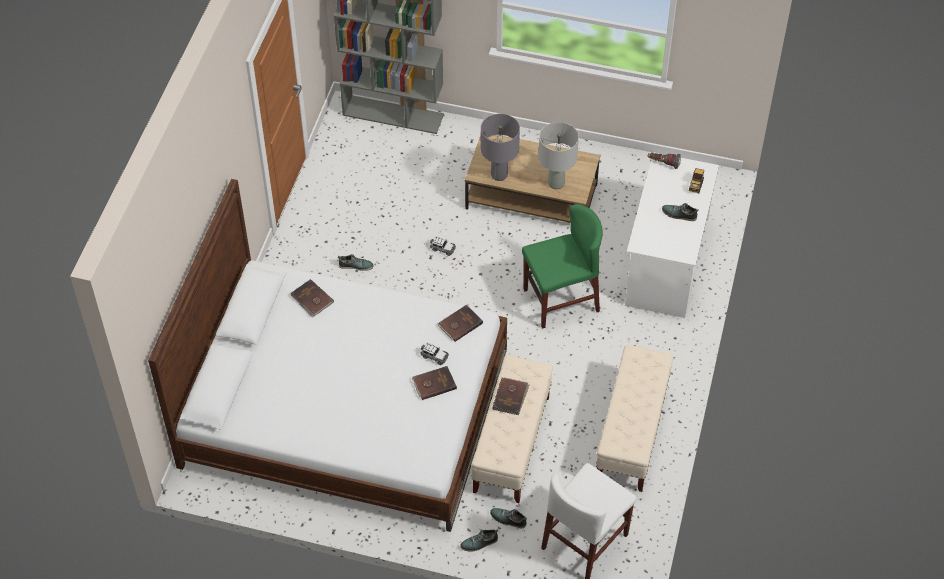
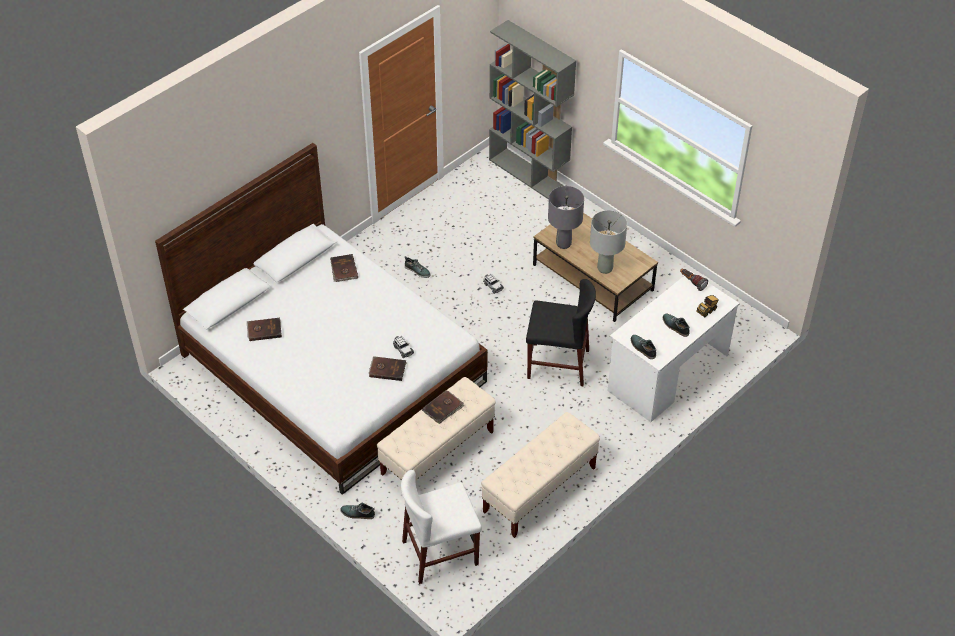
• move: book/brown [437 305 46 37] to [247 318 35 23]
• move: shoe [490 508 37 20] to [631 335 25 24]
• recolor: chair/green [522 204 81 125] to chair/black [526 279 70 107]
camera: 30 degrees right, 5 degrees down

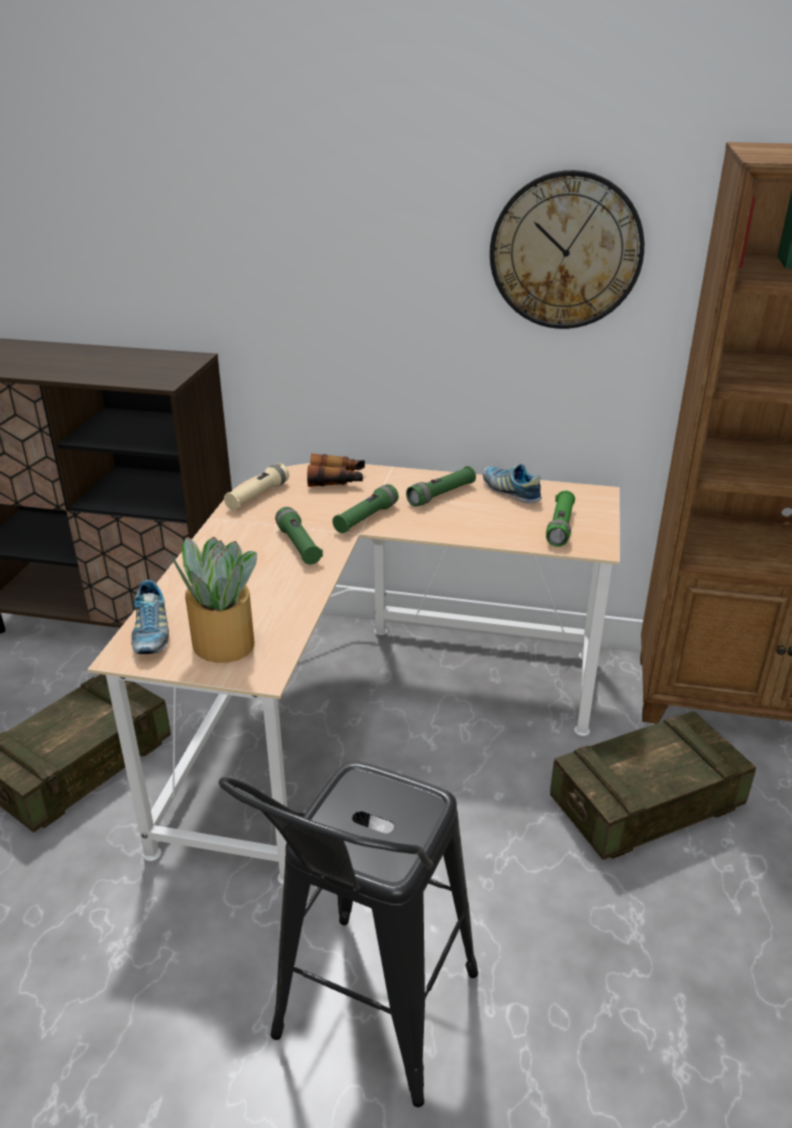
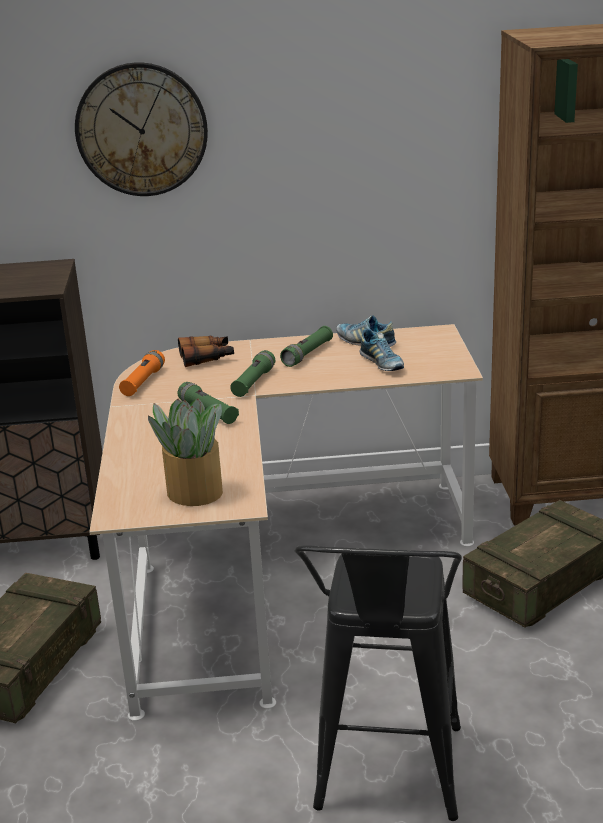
• move: shoe [131 580 38 74] to [360 329 44 42]
• recolor: flashlight/beige [224 463 65 47] to flashlight/orange [119 350 46 46]
• move: wall clock [490 170 154 159] to [75 63 133 133]
• delete: flashlight/green [546 491 29 56]
camera: 15 degrees left, 5 degrees down

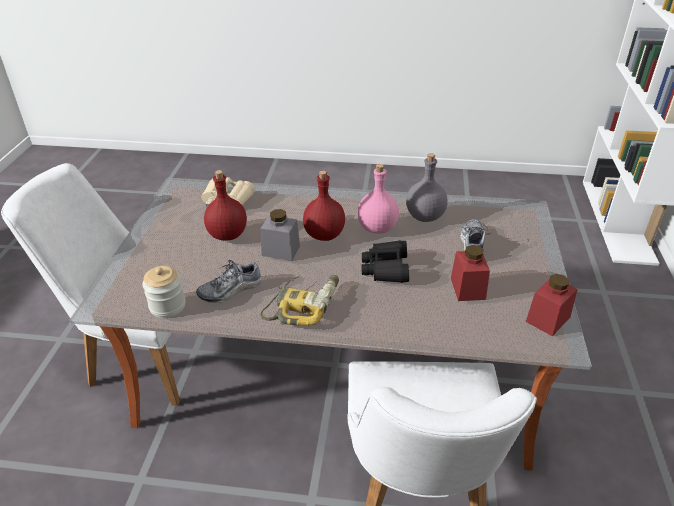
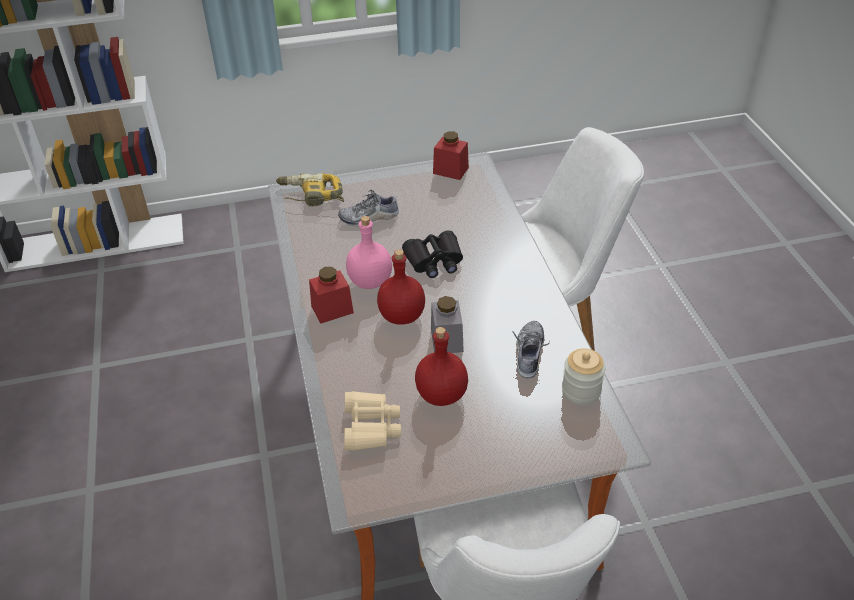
• rotate: shoe [196 260 66 43] = [512 321 38 57] 120 degrees counterclockwise
• move: power drill [261 275 78 51] to [276 173 68 33]
• delete: bottle/grey [406 153 42 69]
• move: jar/red [451 245 39 56] to [309 267 45 57]
camera: 110 degrees left, 5 degrees up

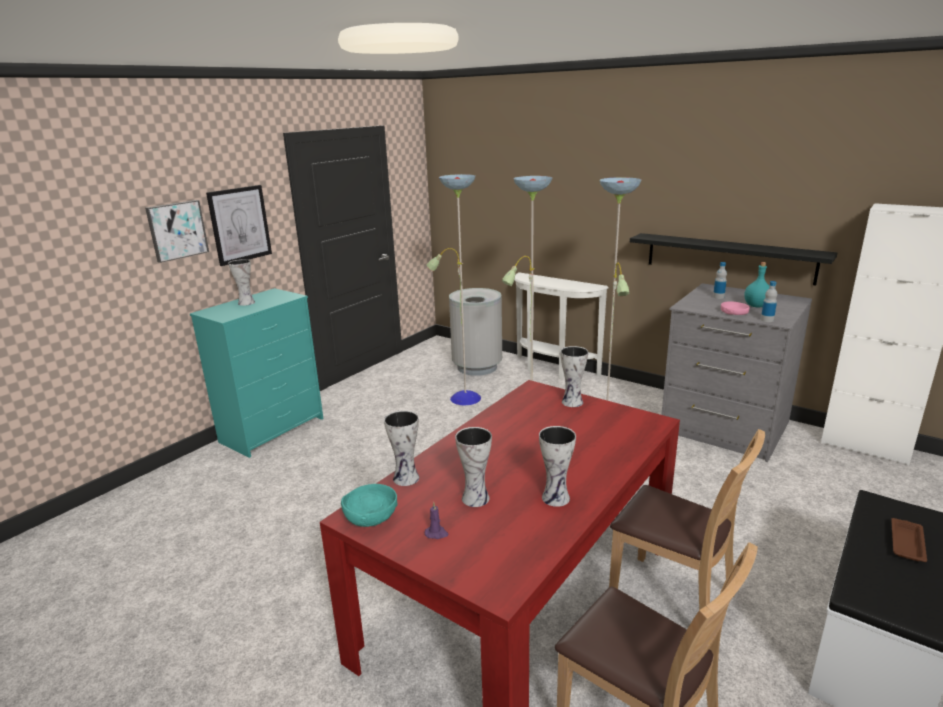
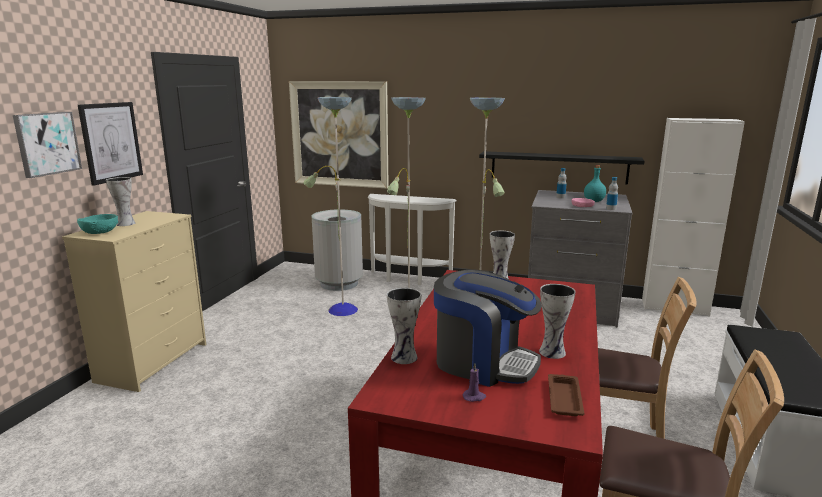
• recolor: dresser/turquoise [190 288 134 170] to dresser/beige [62 211 144 181]
• move: bowl/turquoise [341 484 56 43] to [77 214 41 20]
• replace: vase [455 427 37 80] to coffee machine [434 270 108 117]
• move: tray/brown [891 518 36 44] to [548 374 36 42]
• insert: picture [289 81 100 108]
camera: 20 degrees left, 5 degrees down

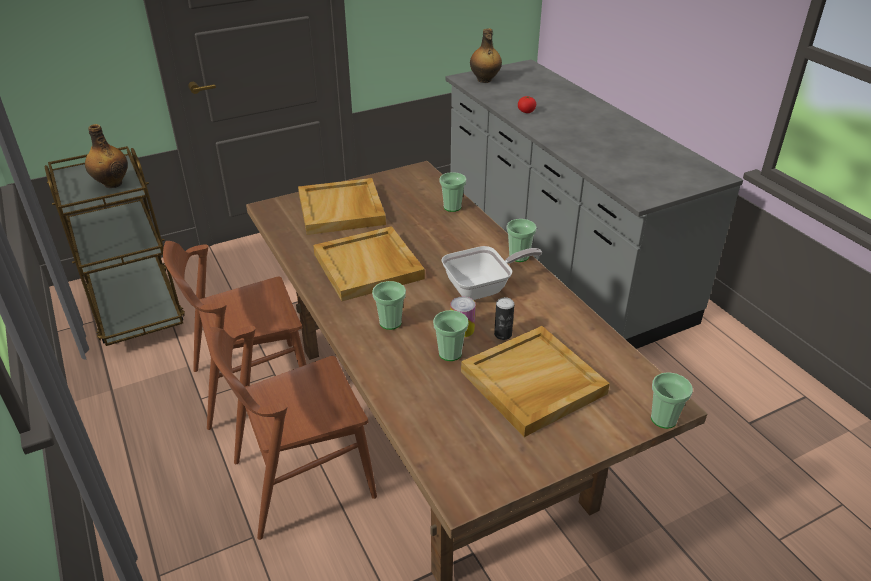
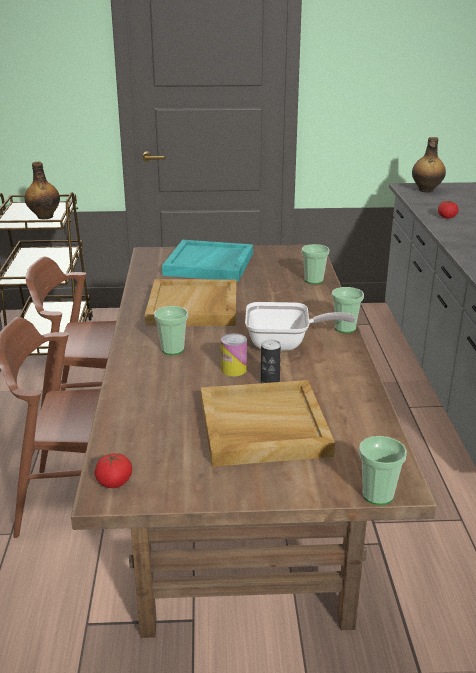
• recolor: tray/beige [298 178 88 57] to tray/turquoise [162 240 91 42]
• delete: cup [433 310 36 51]
• insert: tomato [94 453 38 35]
camera: 25 degrees right, 10 degrees down

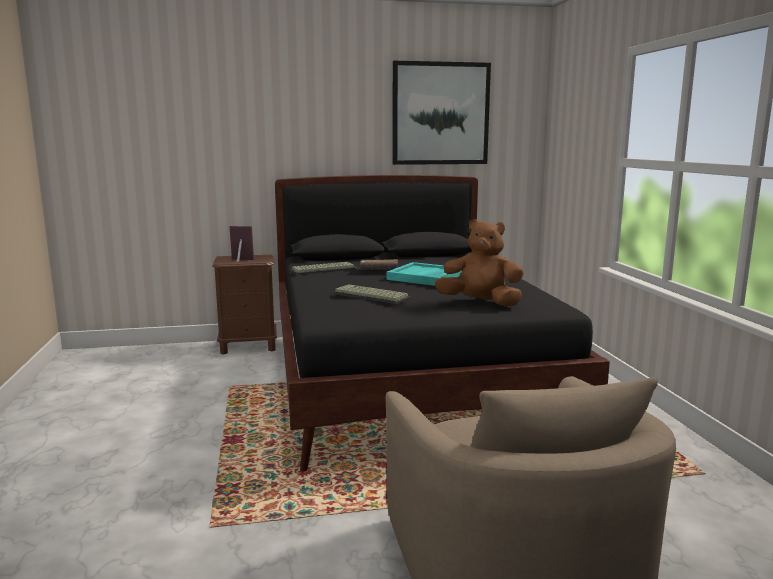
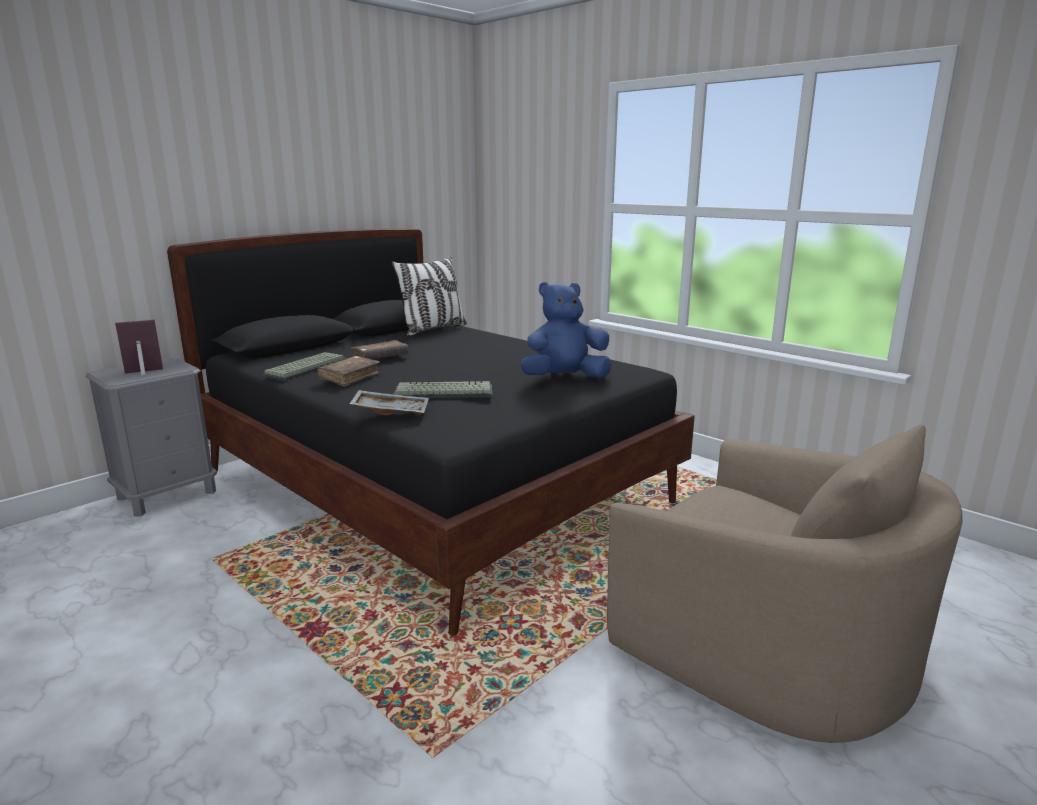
• recolor: nightstand/brown [212 255 65 99] to nightstand/grey [85 357 132 159]
• delete: tray/turquoise [386 262 76 24]
• delete: picture [392 61 99 104]
• recolor: plush toy/brown [435 219 89 88] to plush toy/blue [521 282 91 96]
• insert: book/brown [317 356 63 31]
• insert: tray/grey [350 390 79 25]
• insert: pillow [392 257 75 79]
camera: 35 degrees left, 5 degrees up

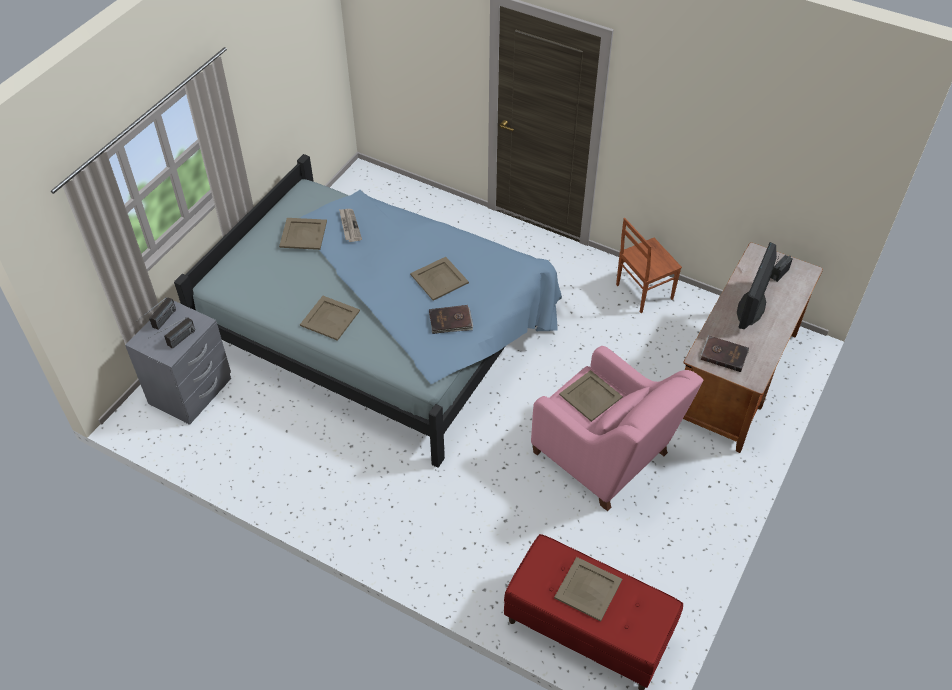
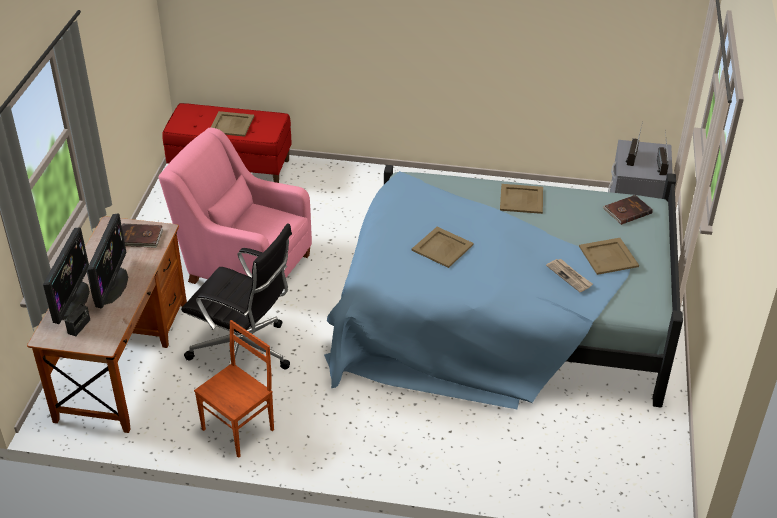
• move: book/brown [429 305 44 29] to [603 195 50 30]
• delete: tray/beige [559 370 64 52]
• insert: monitor [43 228 47 96]
• insert: office chair/black [181 223 111 146]
camera: 160 degrees right, 10 degrees down

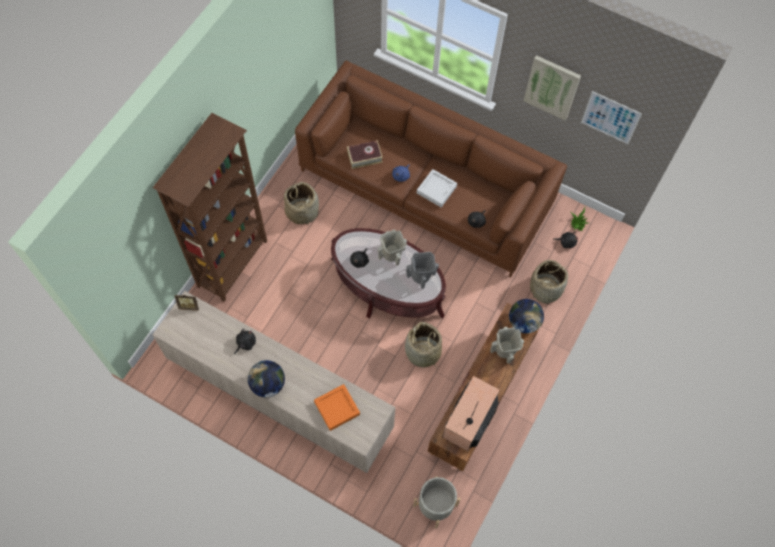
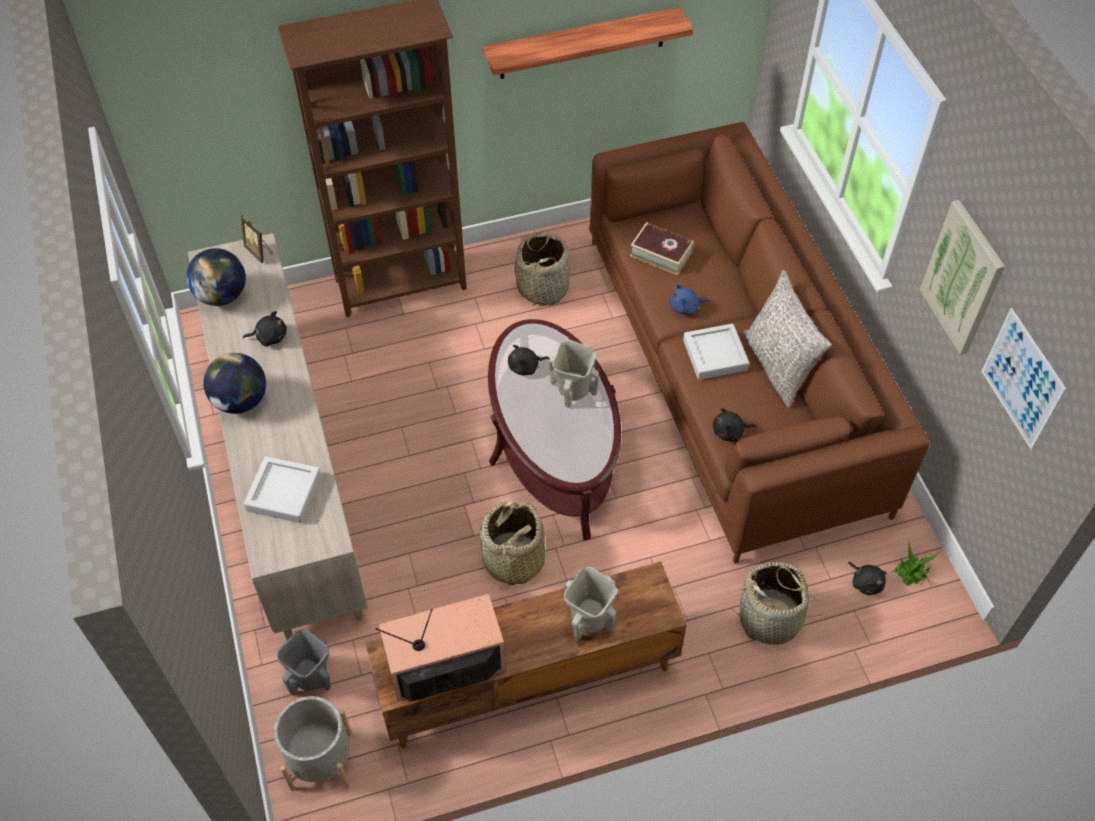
• recolor: tray/orange [314 384 46 47] to tray/grey [244 456 77 67]
• move: vase/grey [406 252 33 37] to [277 629 54 67]
• move: globe [509 299 35 34] to [186 248 60 58]
• insert: shelf [483 7 210 72]
• insert: pillow/grey [744 270 88 138]
camera: 45 degrees right, 10 degrees down

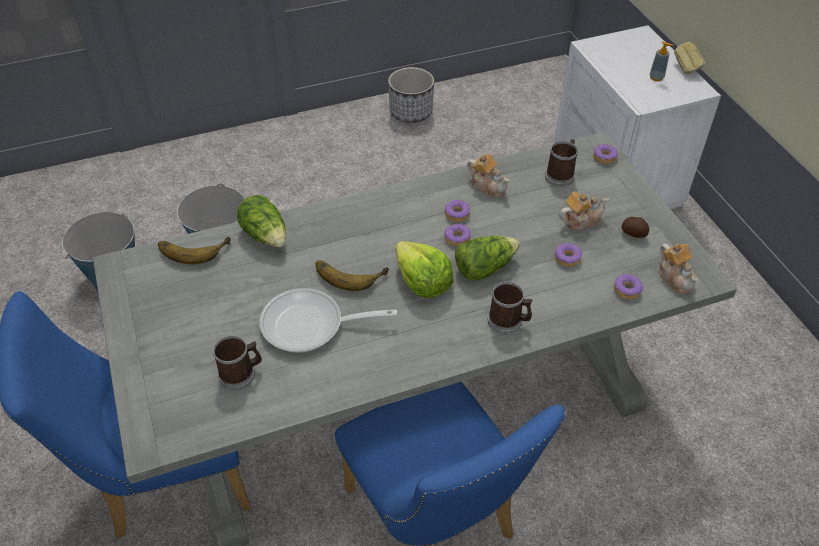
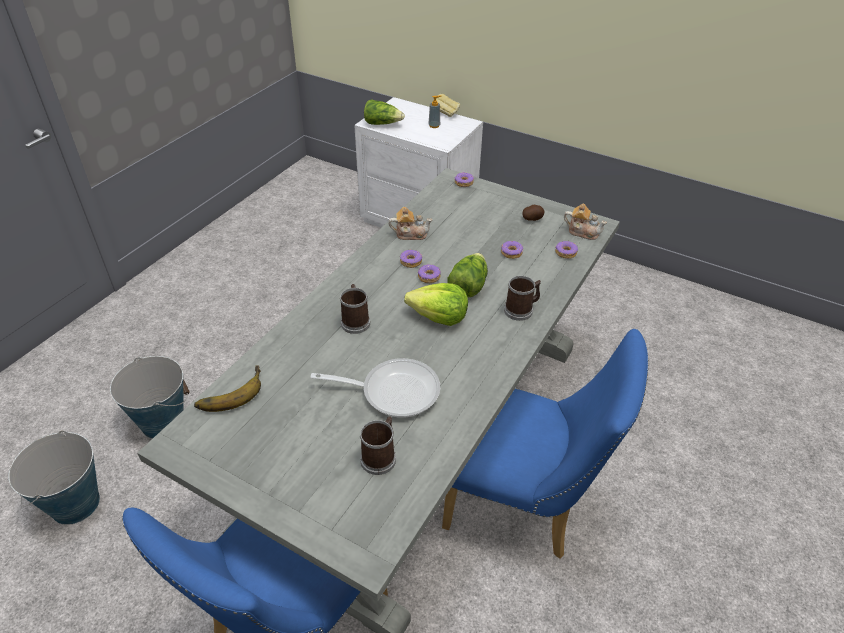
• move: lettuce [237 195 49 52] to [364 100 41 25]
• rotate: frying pan [259 288 138 65] = [310 358 130 60] 135 degrees counterclockwise
• delete: banana [316 260 73 31]
• delete: planter [388 67 46 56]
• move: mug [545 139 33 48] to [340 284 30 50]
• delete: teapot [559 191 50 39]
camera: 40 degrees left, 5 degrees down

